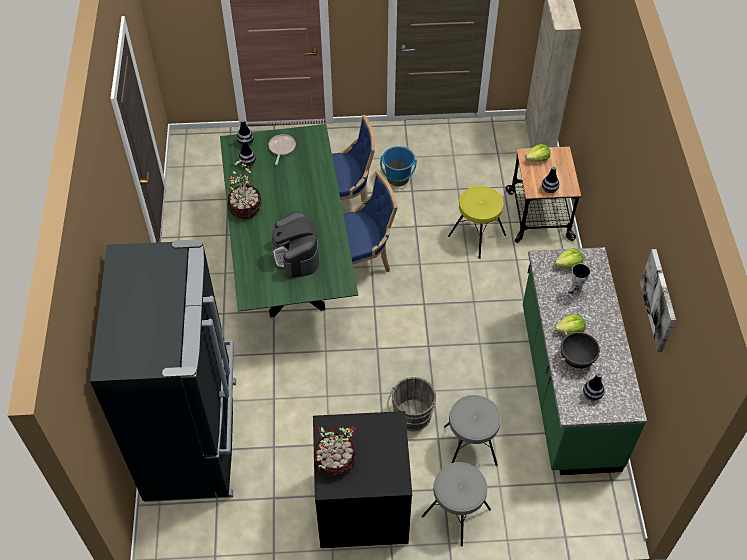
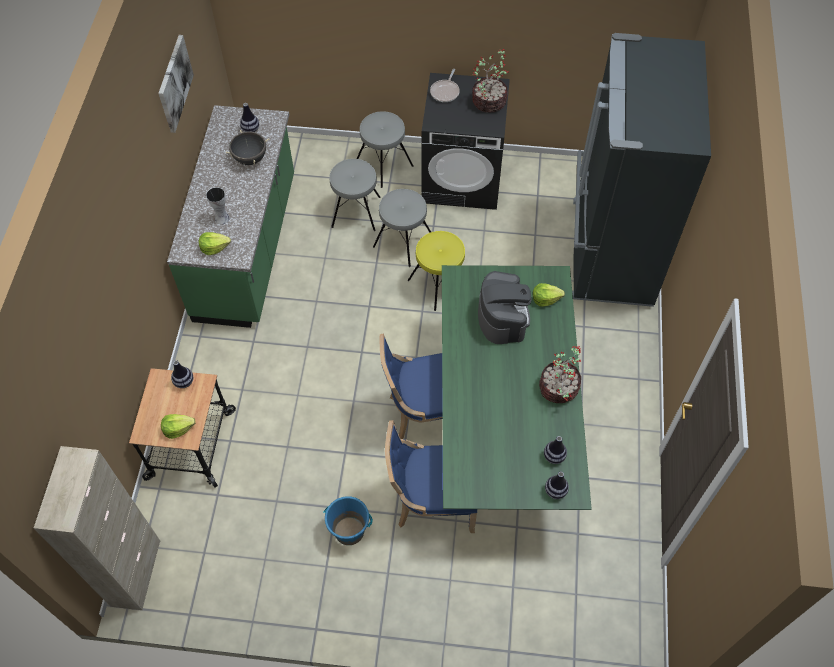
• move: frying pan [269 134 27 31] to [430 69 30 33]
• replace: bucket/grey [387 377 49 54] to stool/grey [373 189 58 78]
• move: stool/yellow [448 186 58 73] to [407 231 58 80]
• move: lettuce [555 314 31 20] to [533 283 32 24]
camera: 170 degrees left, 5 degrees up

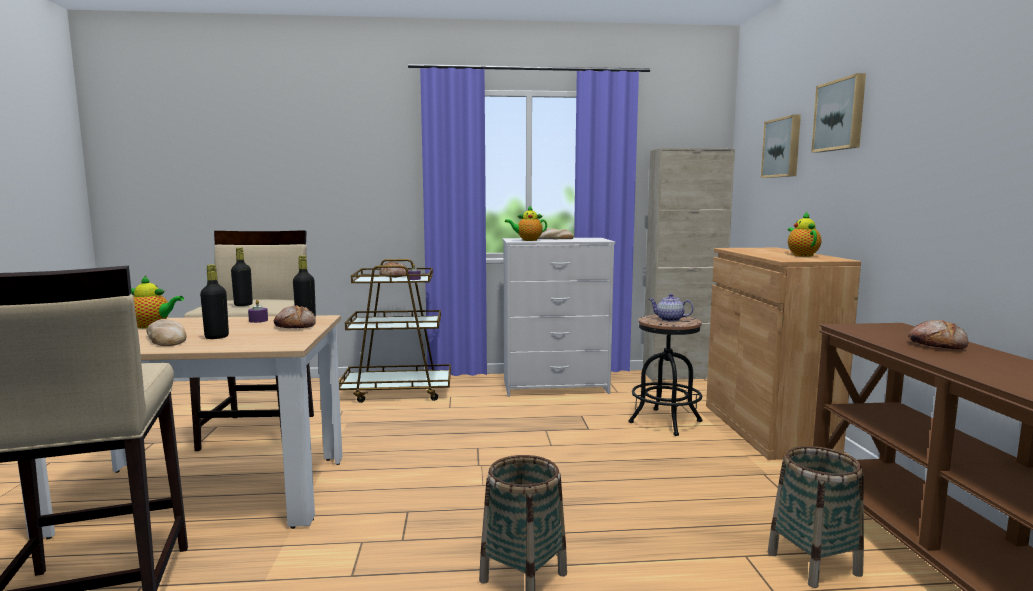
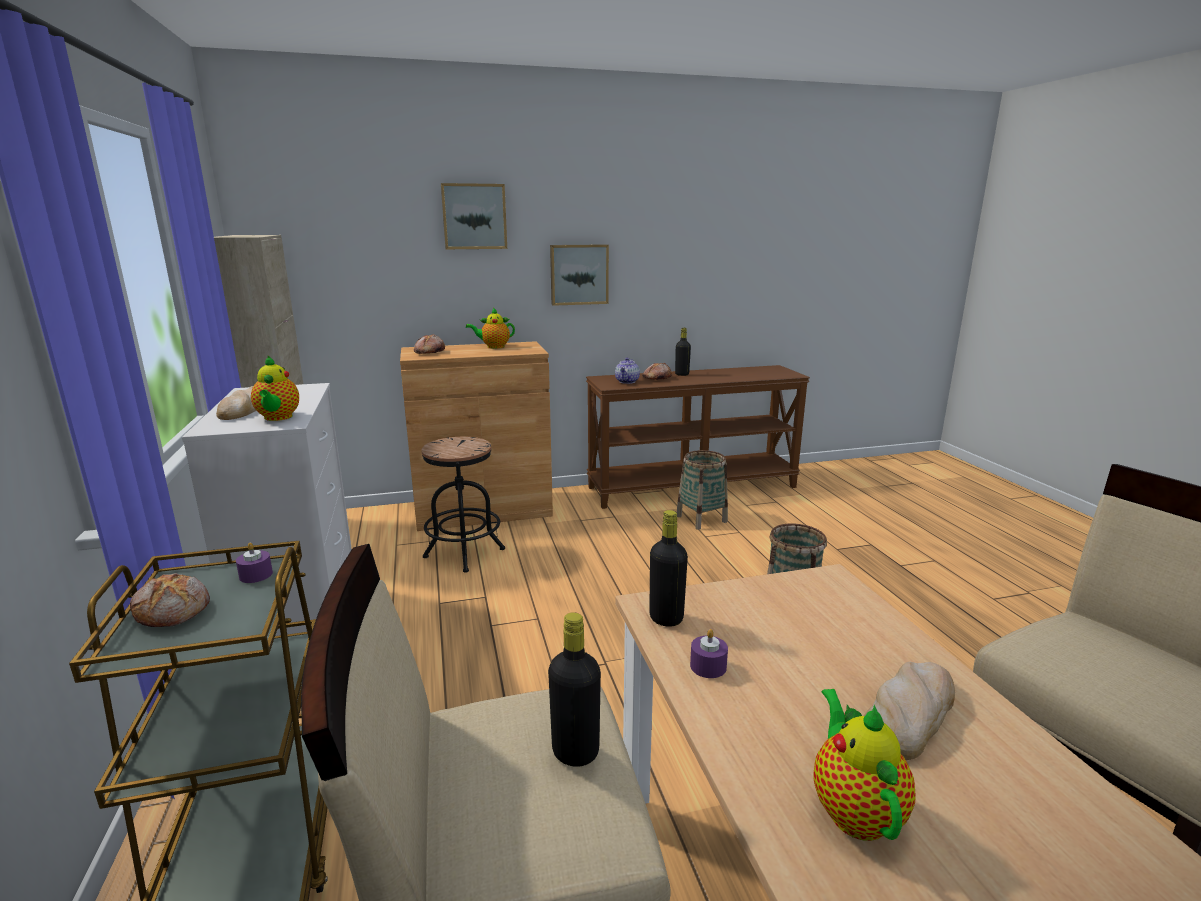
• move: bottle/black [200 264 29 75] to [675 328 16 48]
• move: bread [274 305 42 23] to [414 334 31 20]
• move: teapot [649 294 45 28] to [615 358 25 26]
• move: picture [761 114 40 64] to [550 244 59 62]
camera: 100 degrees left, 10 degrees up

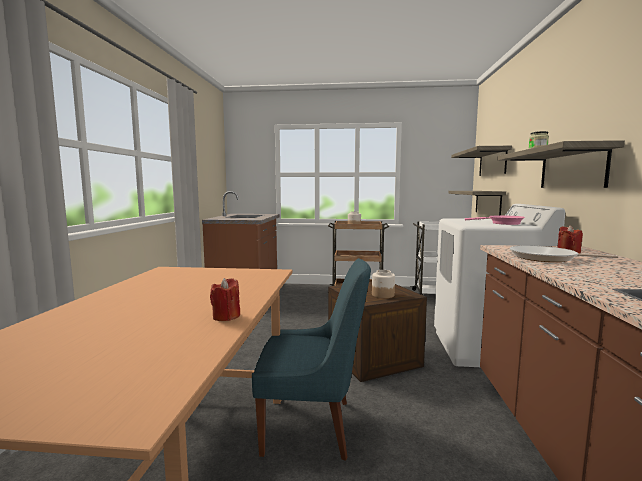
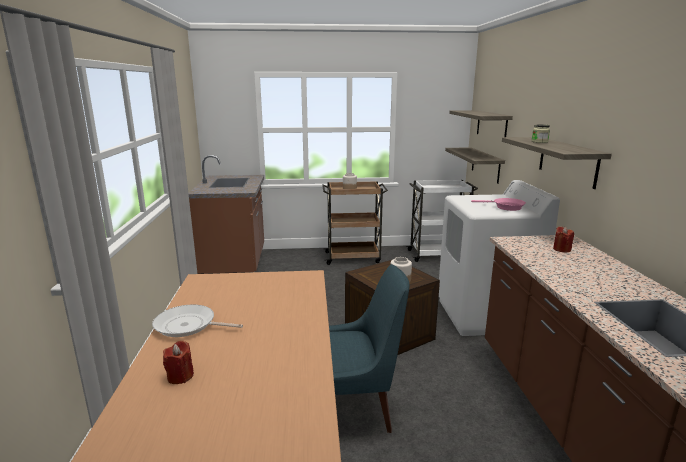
• move: candle/red [210 278 30 43] to [163 341 31 43]
• move: frying pan [510 245 108 17] to [152 304 91 33]
camera: 10 degrees left, 10 degrees up

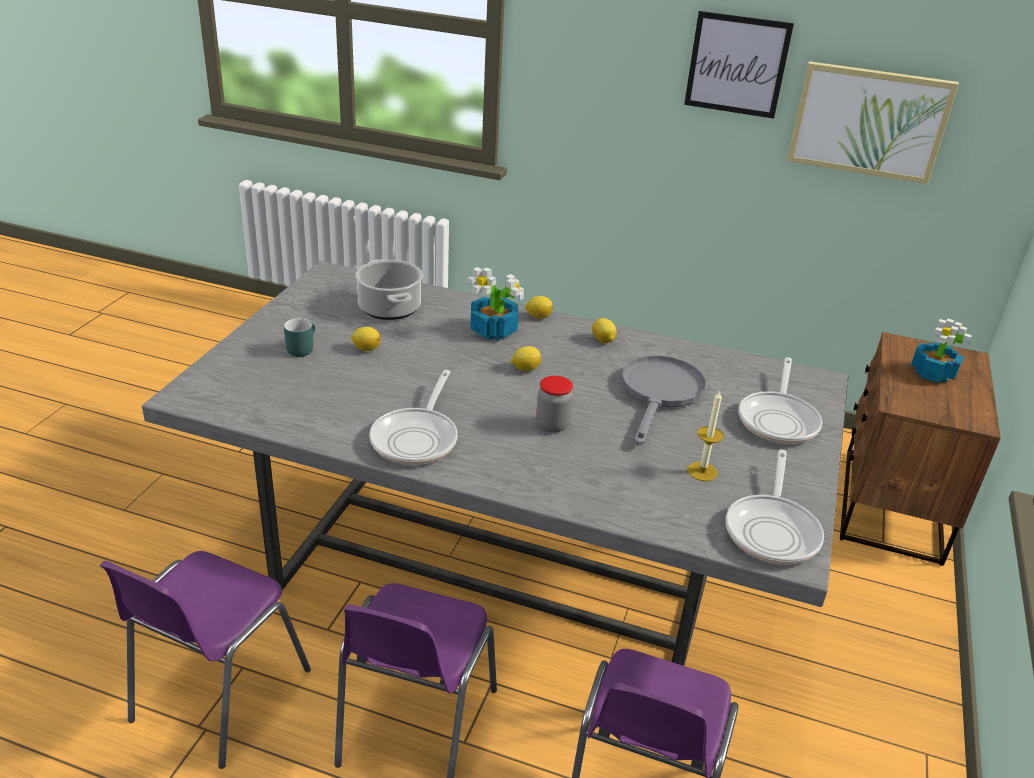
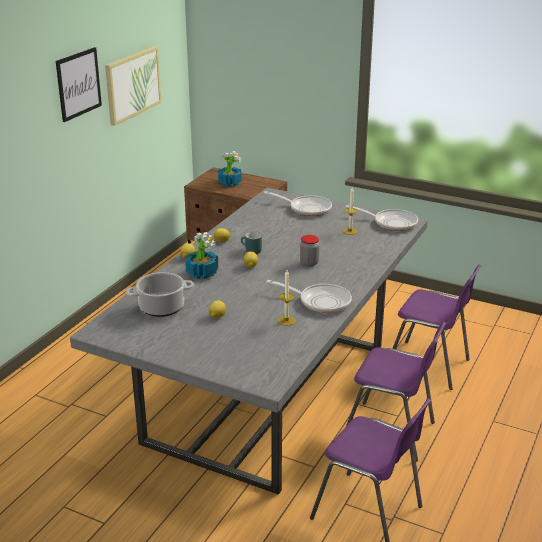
• move: mug/turquoise [284 318 31 39] to [241 232 21 22]
• delete: frying pan/grey [622 356 84 90]
• insert: candle [278 270 18 56]
camera: 80 degrees left, 5 degrees down

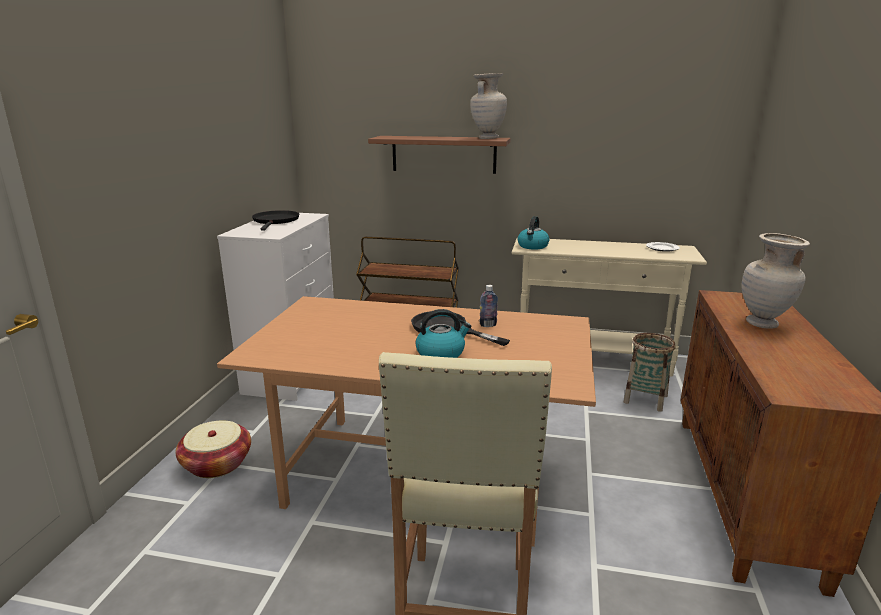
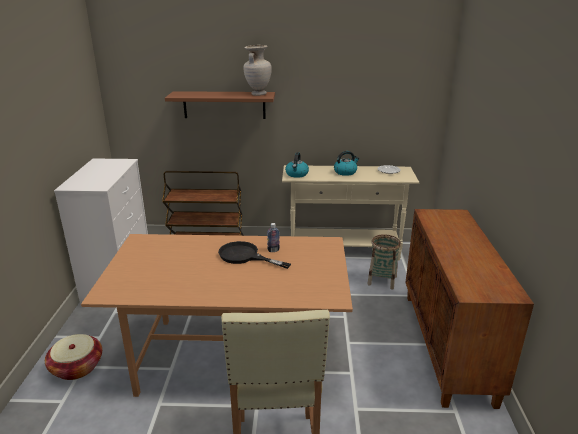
• delete: frying pan/black [252 210 47 21]
• move: kettle [415 309 56 49] to [334 151 25 25]
• delete: vase/beige [742 233 68 96]
camera: 10 degrees left, 5 degrees up

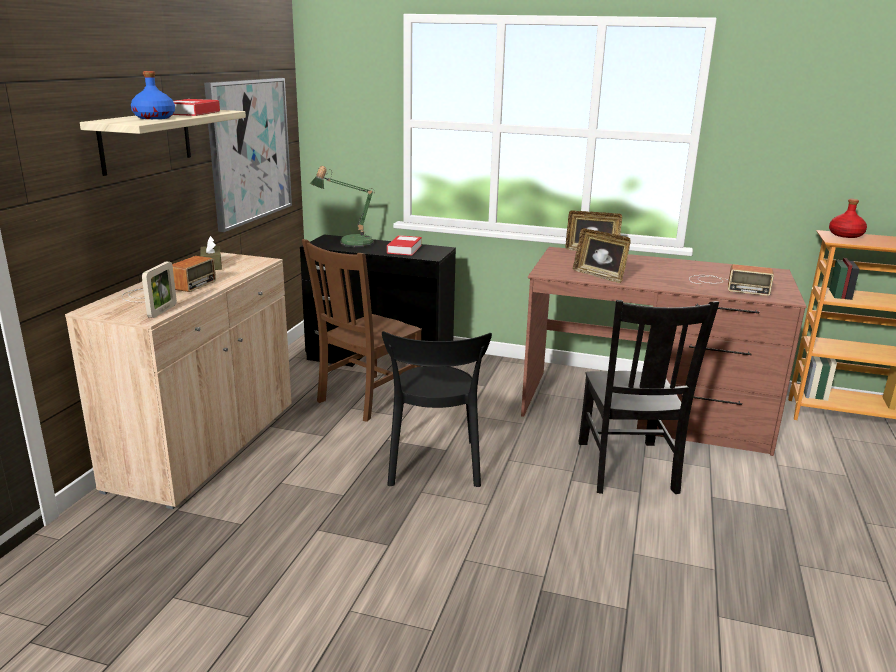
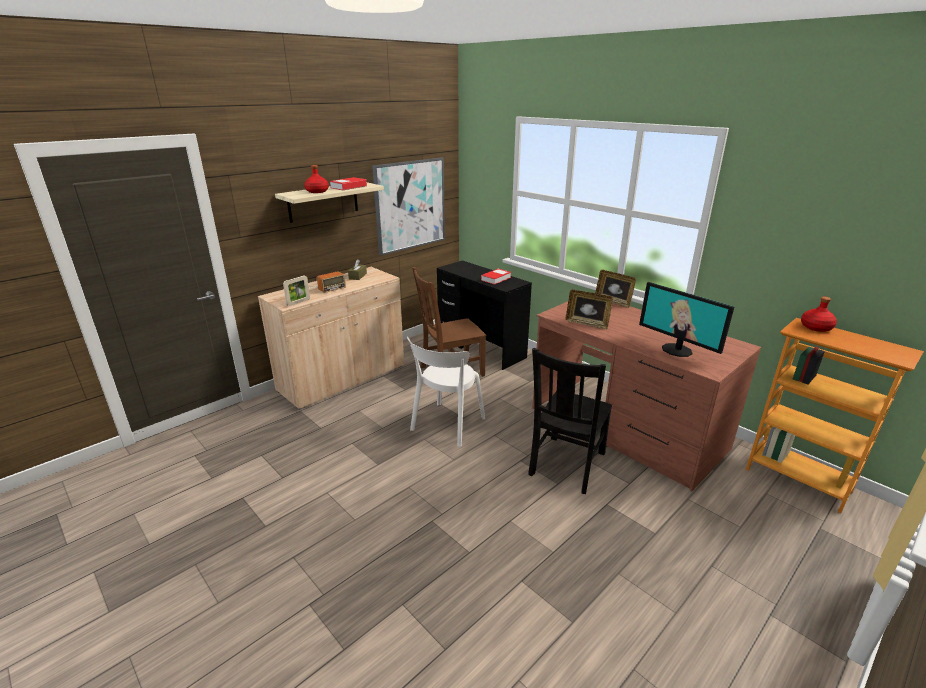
• recolor: bottle/blue [131 71 44 48] to bottle/red [304 165 25 28]
• delete: table lamp [310 166 65 81]
• recolor: chair/black [382 331 110 156] to chair/white [407 336 78 111]
• rotate: picture frame [573 228 58 55] = [565 290 48 40] 45 degrees counterclockwise
• replace: radio [689 264 85 32] to monitor [639 282 95 75]
camera: 30 degrees right, 5 degrees up

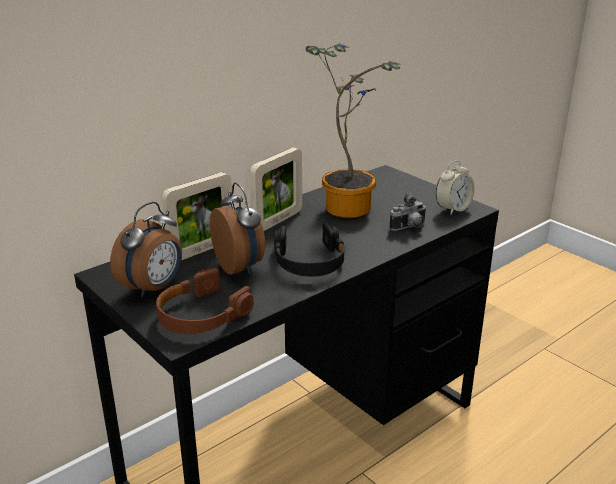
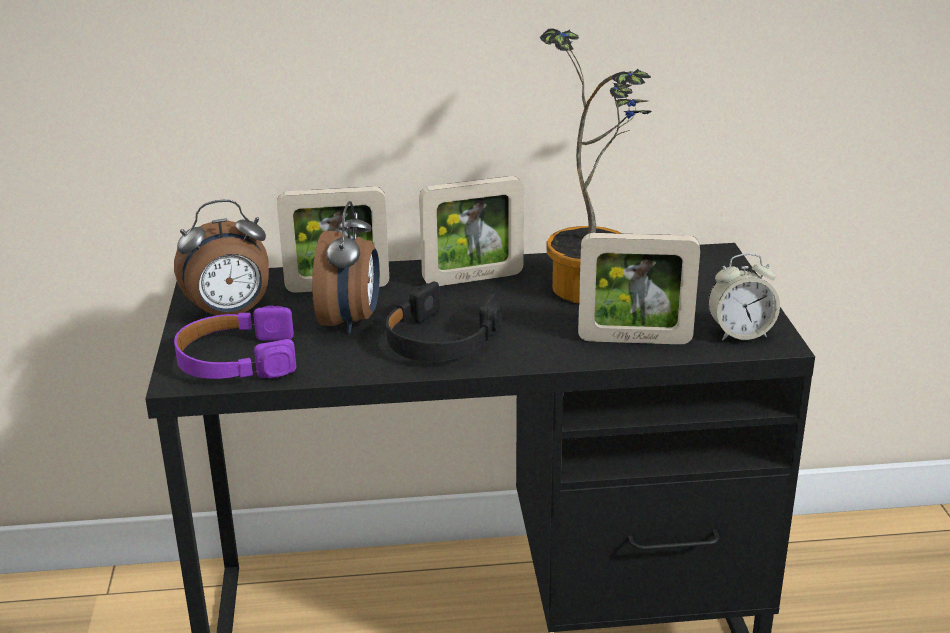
• recolor: headphones/brown [156 268 98 66] to headphones/purple [174 305 122 74]
• replace: photo camera [389 192 38 39] to picture frame [578 233 122 112]
camera: 35 degrees right, 0 degrees up

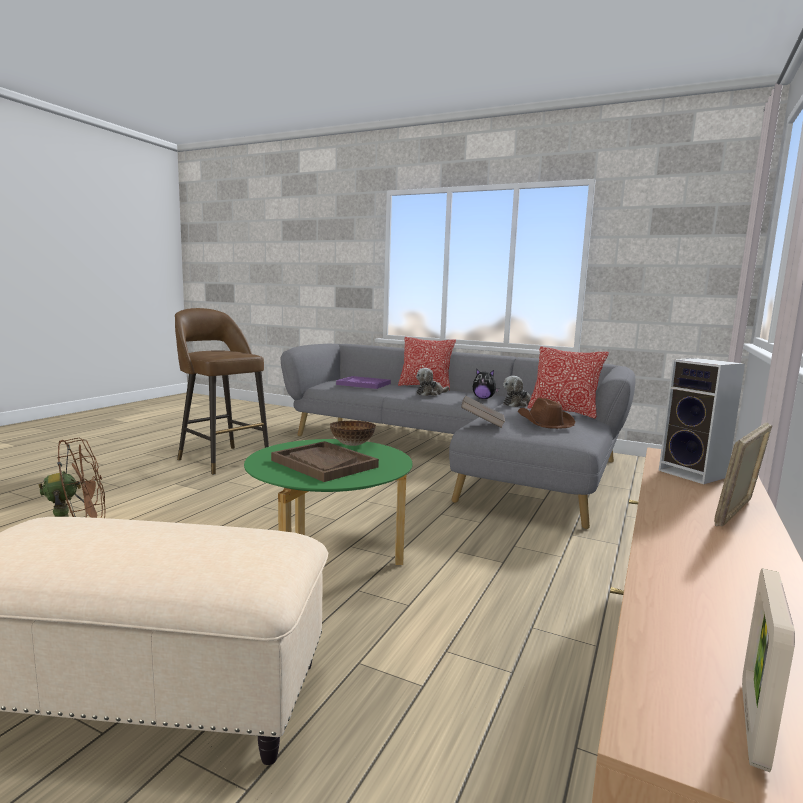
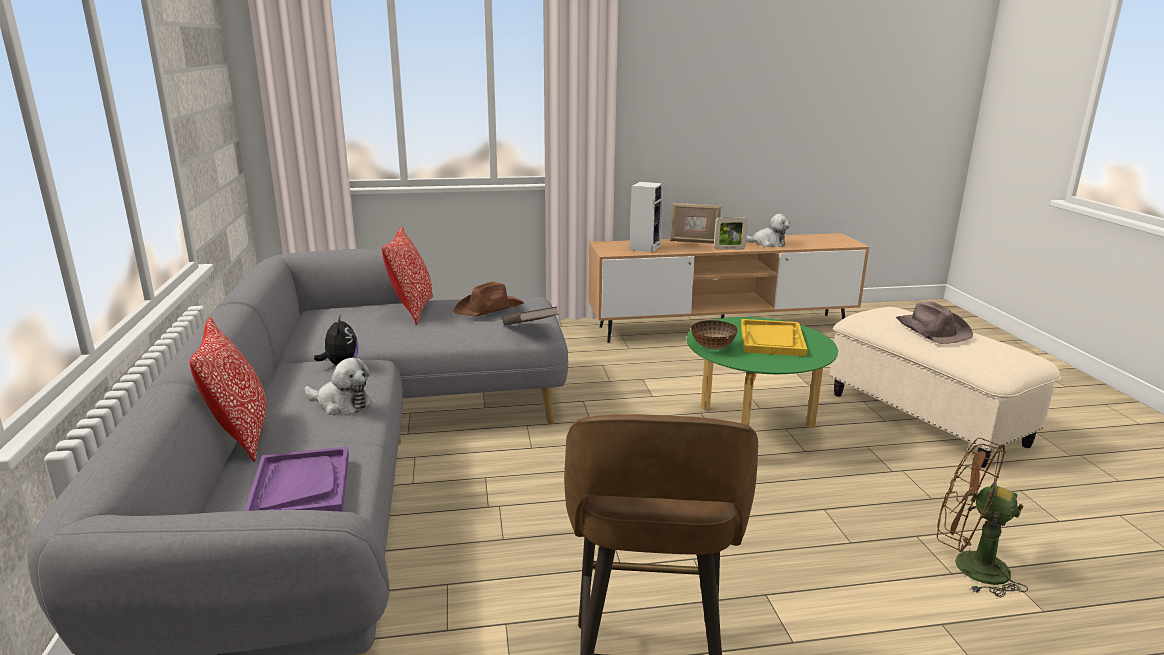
• recolor: tray/brown [271 441 108 41] to tray/yellow [741 319 66 38]
• move: plush toy [503 376 28 31] to [746 214 44 33]
• move: picture frame [742 569 53 203] to [714 217 34 33]
• insert: hat/brown [896 301 77 43]
camera: 125 degrees left, 10 degrees up

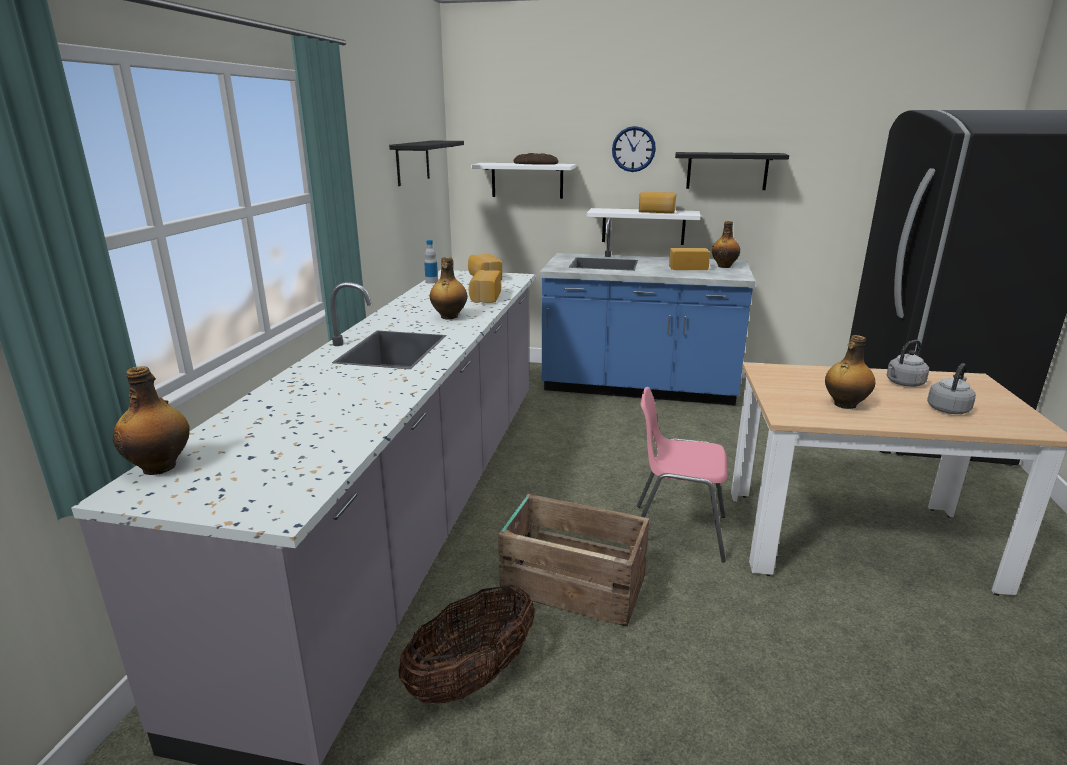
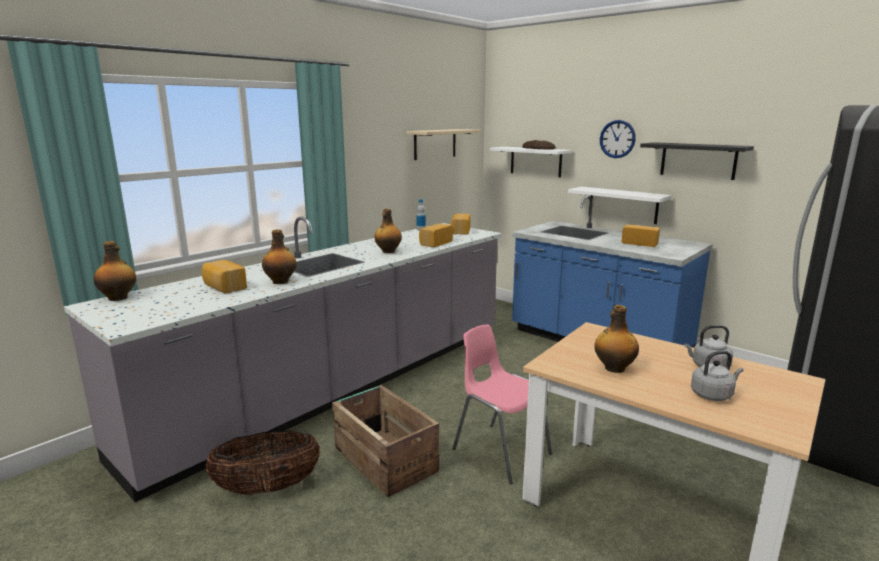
• recolor: shelf/black [389 141 75 45] to shelf/beige [406 129 75 31]
• move: bread [639 192 37 21] to [202 260 45 34]
• move: bottle [712 221 28 47] to [262 230 34 54]
camera: 30 degrees right, 5 degrees down

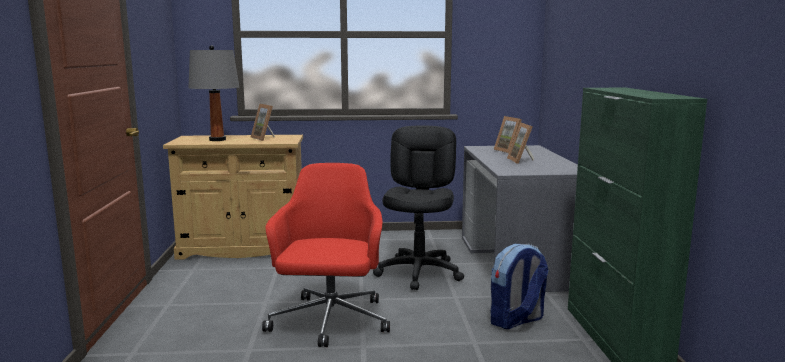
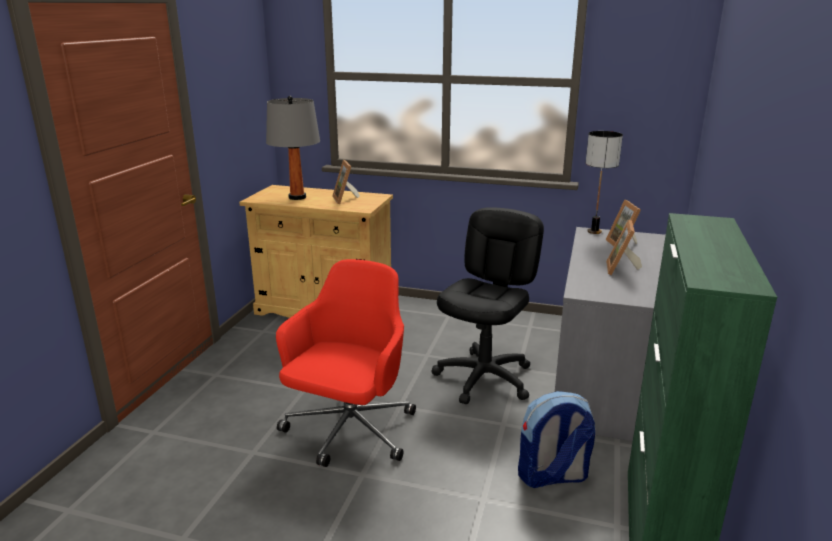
• insert: table lamp [586 131 37 103]
camera: 20 degrees right, 10 degrees up

